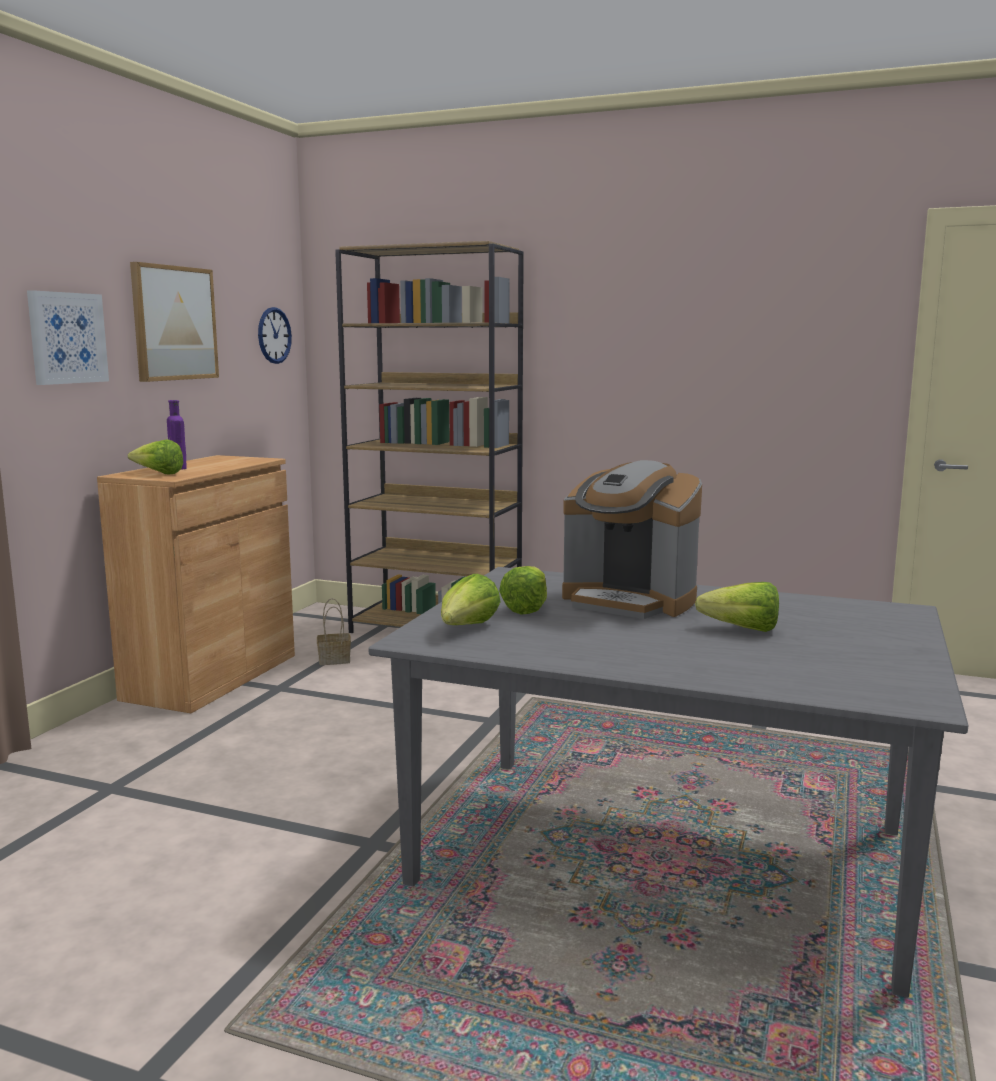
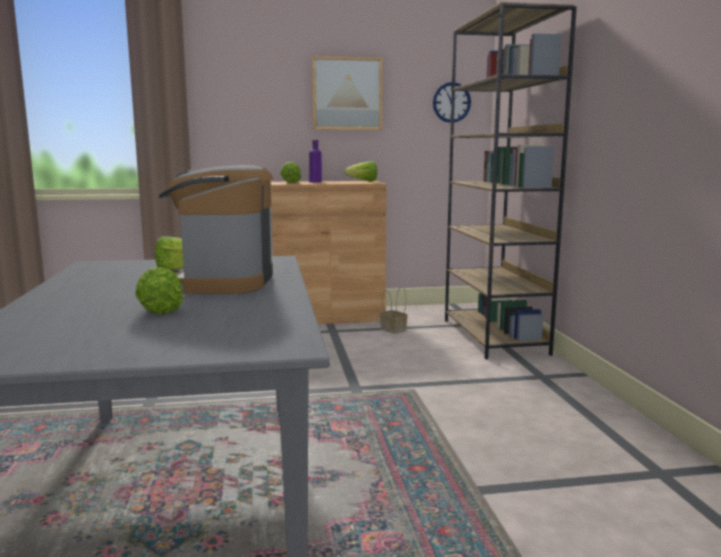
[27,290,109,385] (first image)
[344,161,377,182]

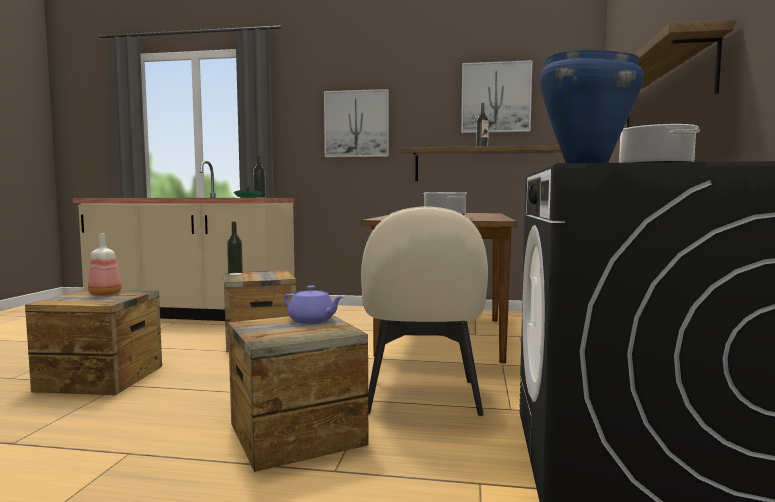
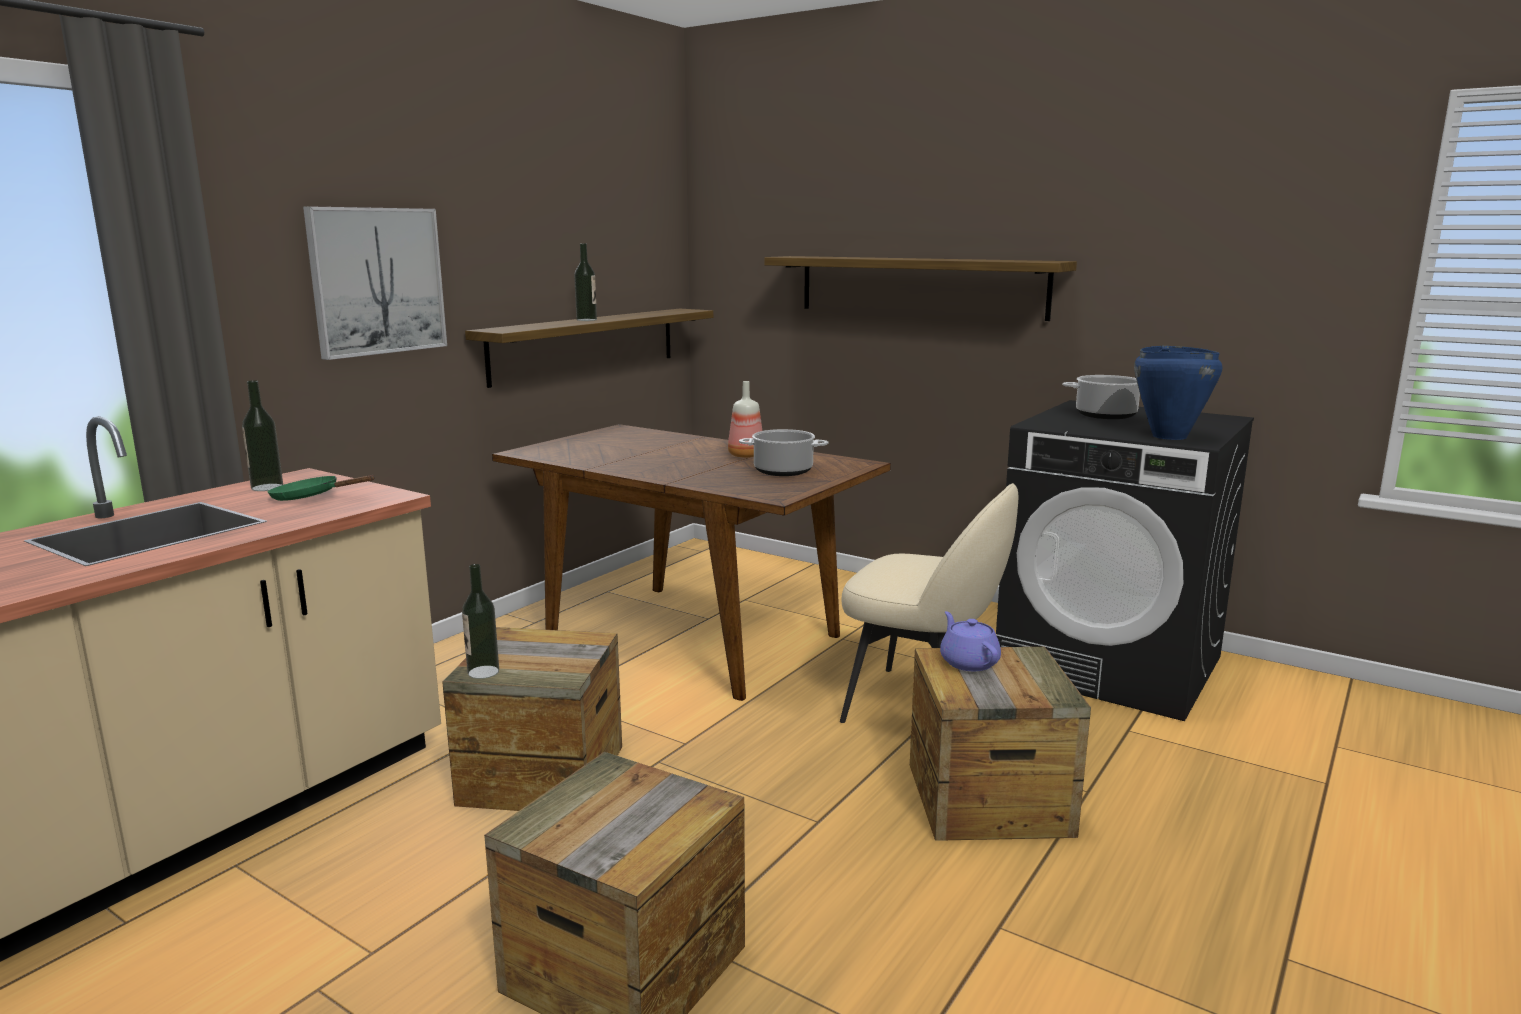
[461,60,532,133] (first image)
[728,381,762,458]
[940,611,1001,671]

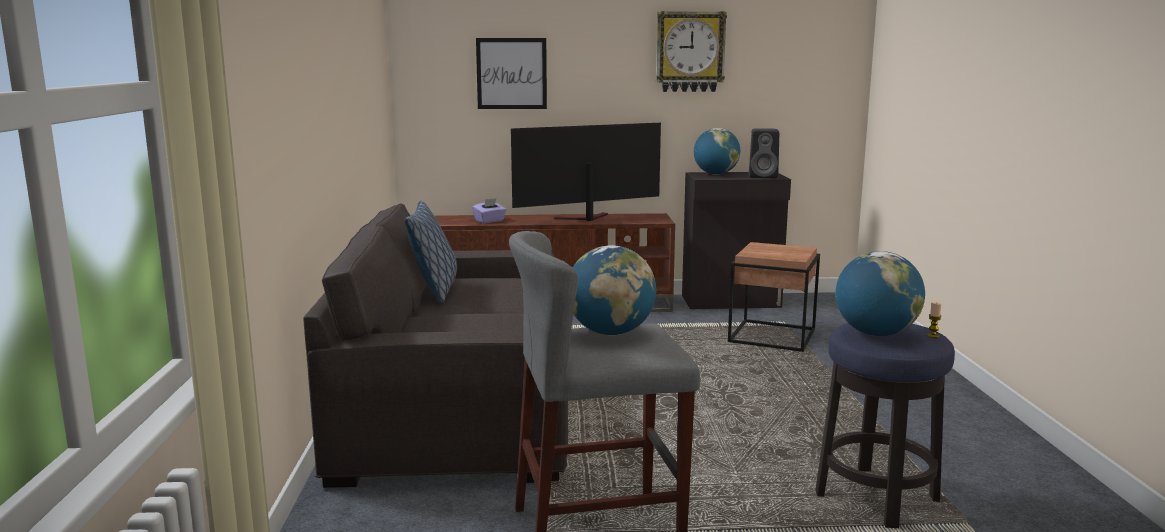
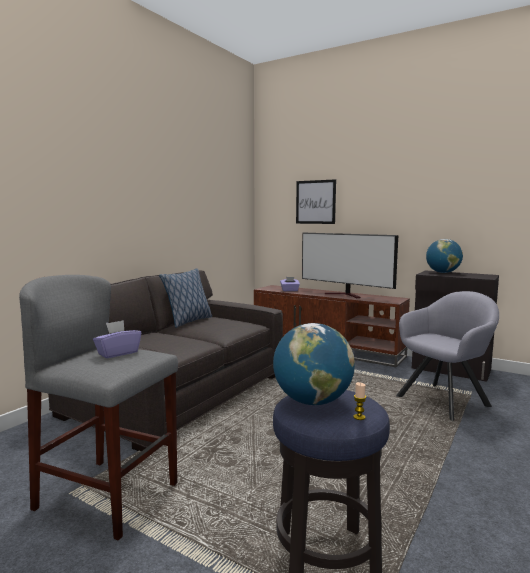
[656,11,727,92] (first image)
[749,128,779,178] (first image)
[93,320,141,358]
[396,291,499,421]
[302,233,398,298]

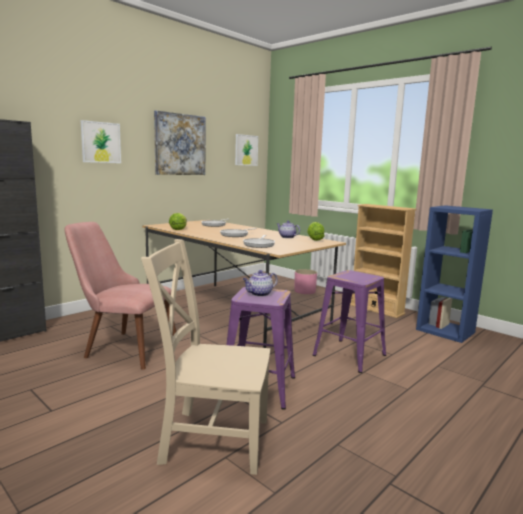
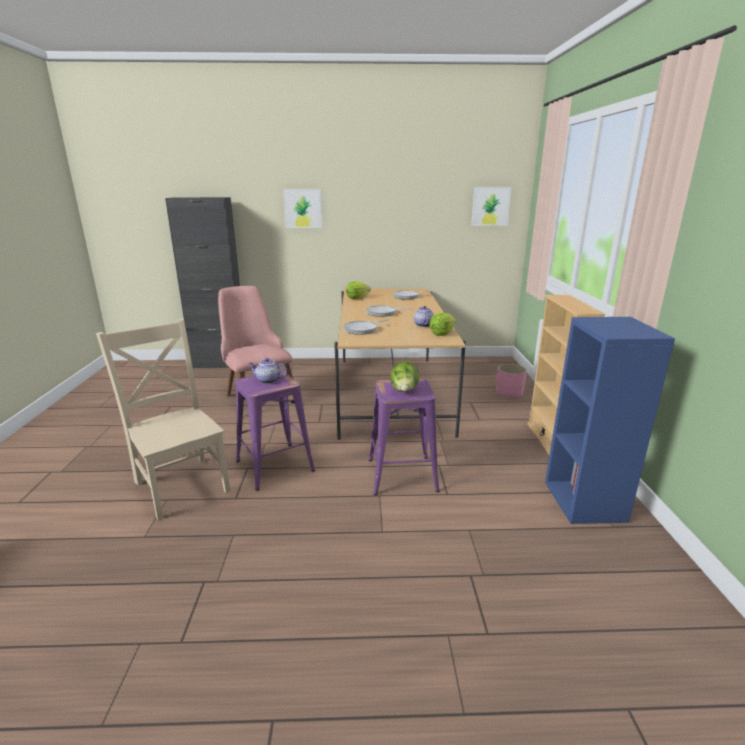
[154,110,206,175] (first image)
[390,361,419,392]

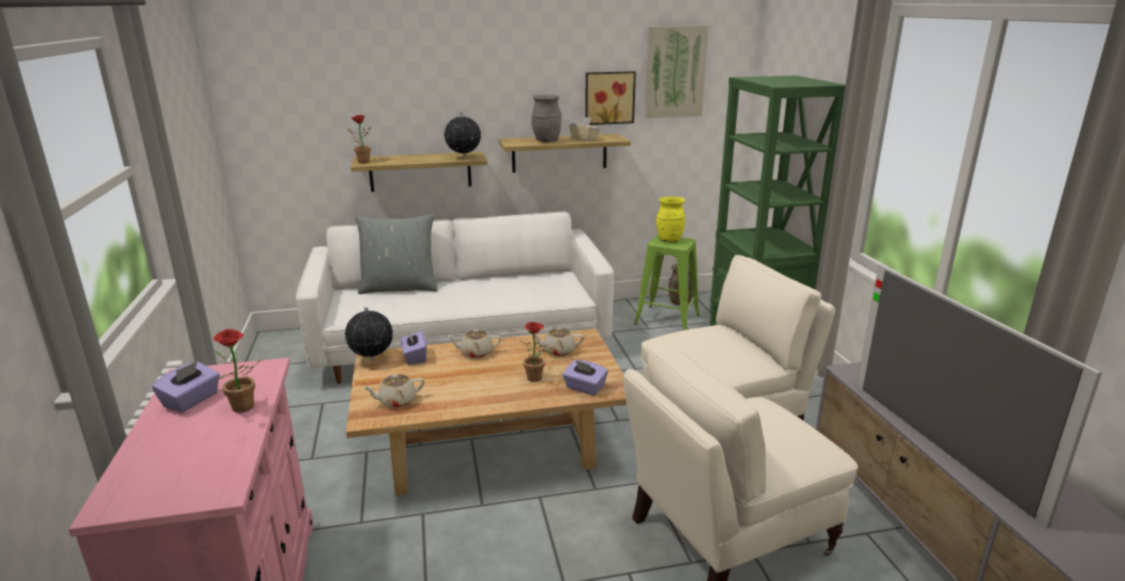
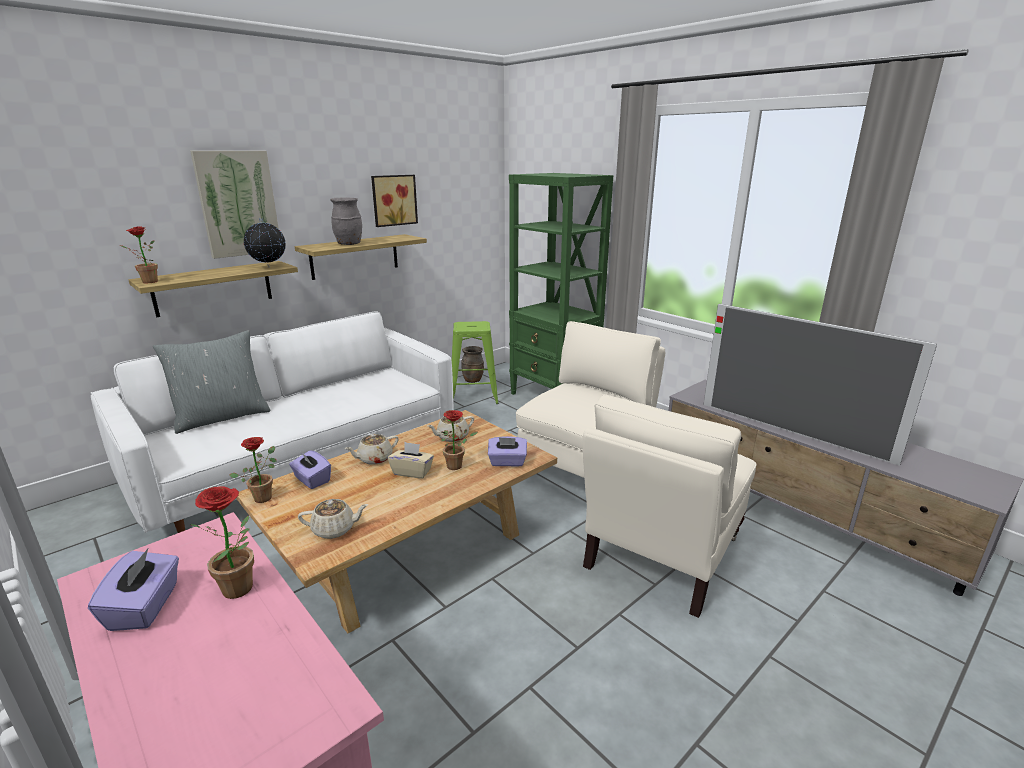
[656,196,685,242] (first image)
[388,442,434,479]
[190,151,279,259]
[229,437,277,503]
[298,499,368,539]

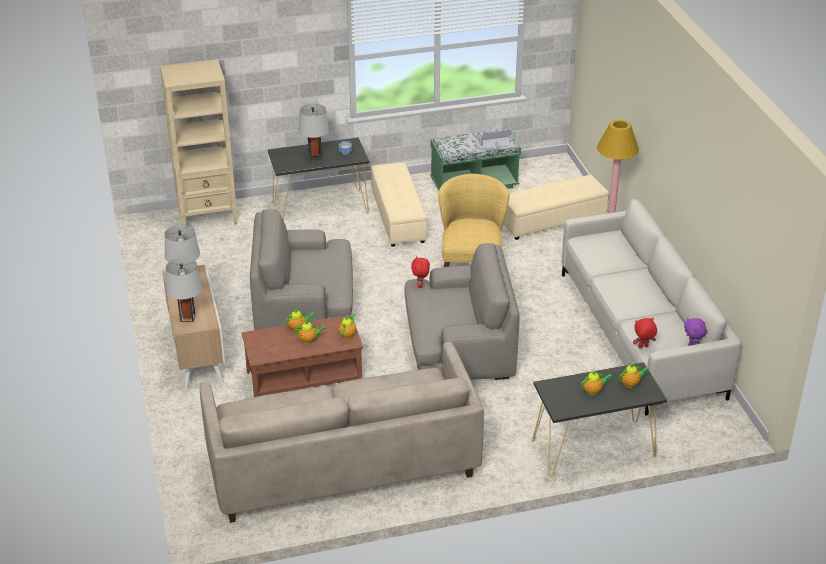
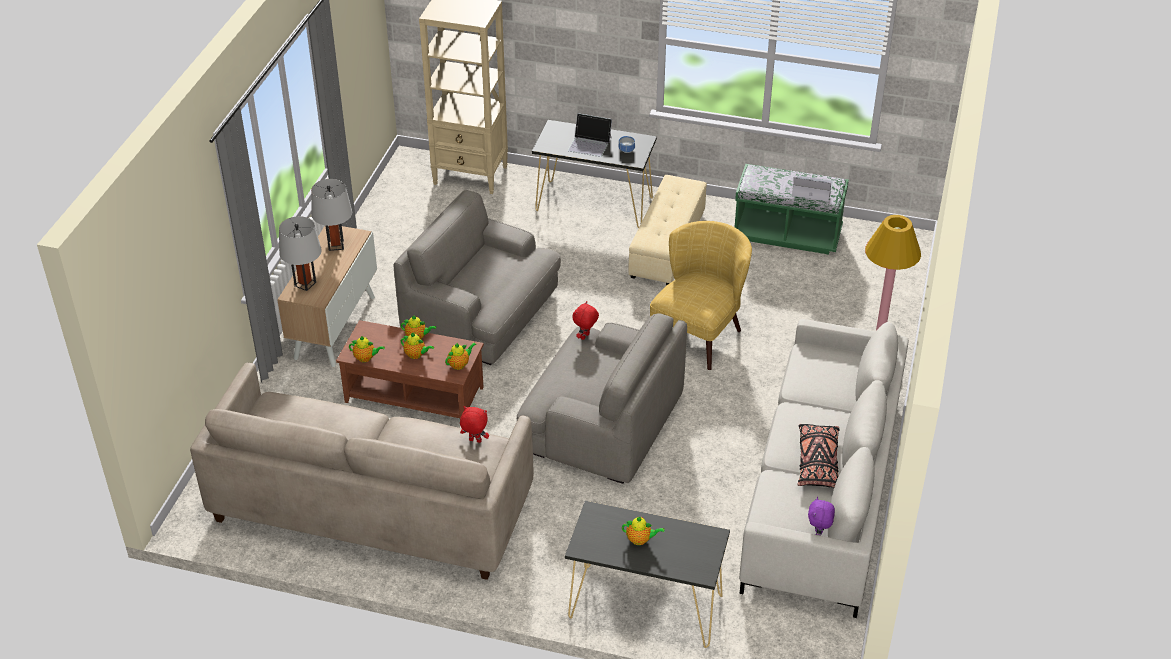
[503,175,609,240] (first image)
[797,424,839,488]
[349,336,385,362]
[460,406,489,443]
[568,113,612,157]

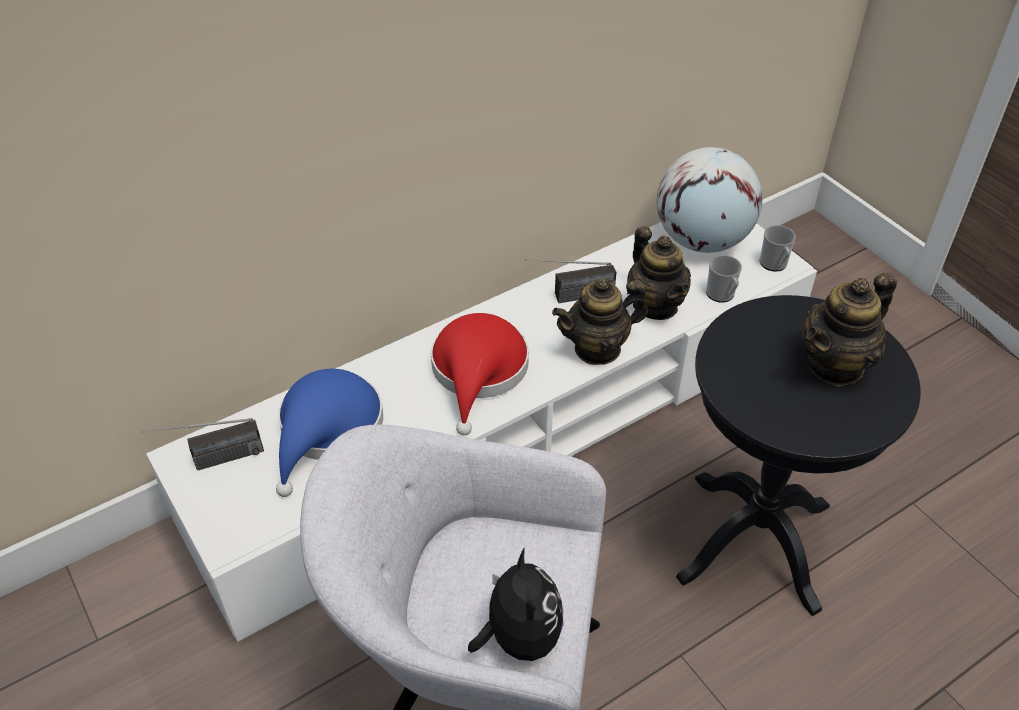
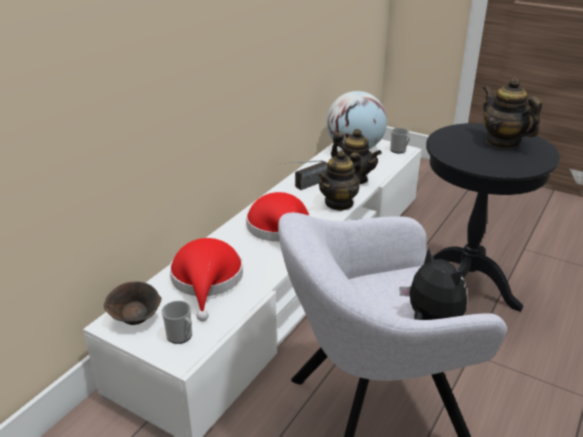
[162,301,192,344]
[104,281,162,325]
[170,238,243,321]
[483,78,542,149]

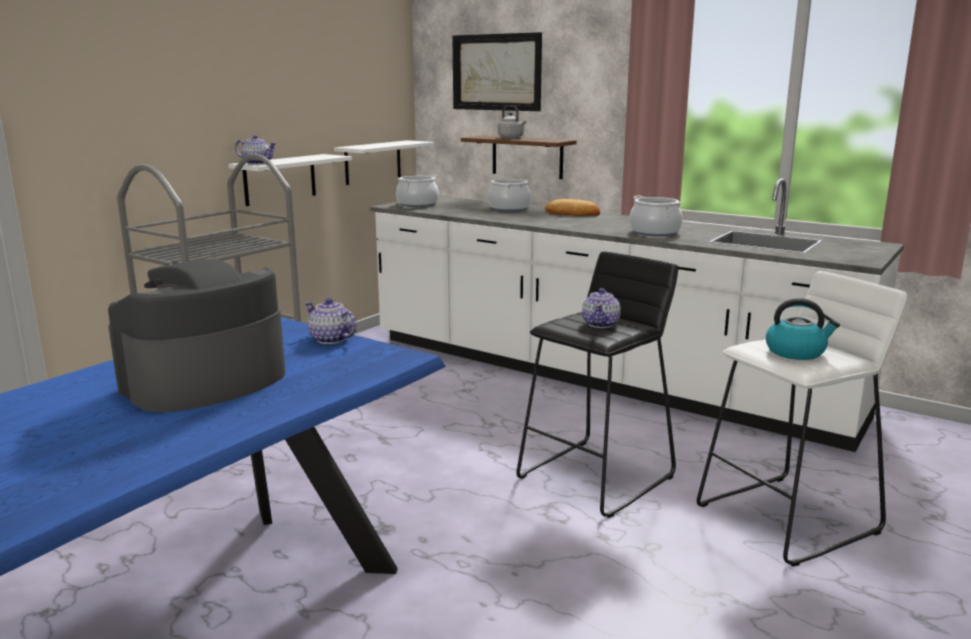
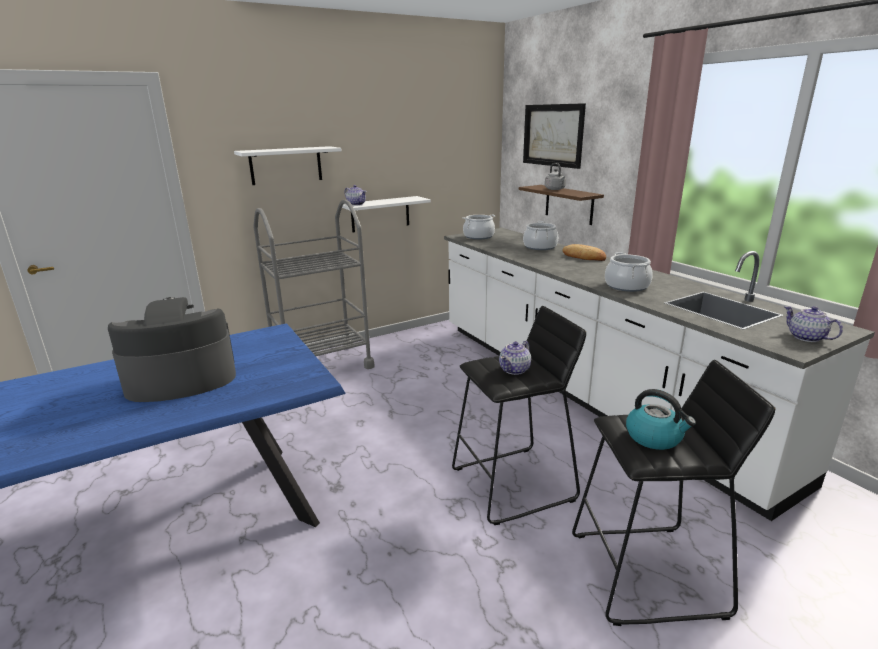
[784,306,843,342]
[234,146,342,185]
[572,360,775,626]

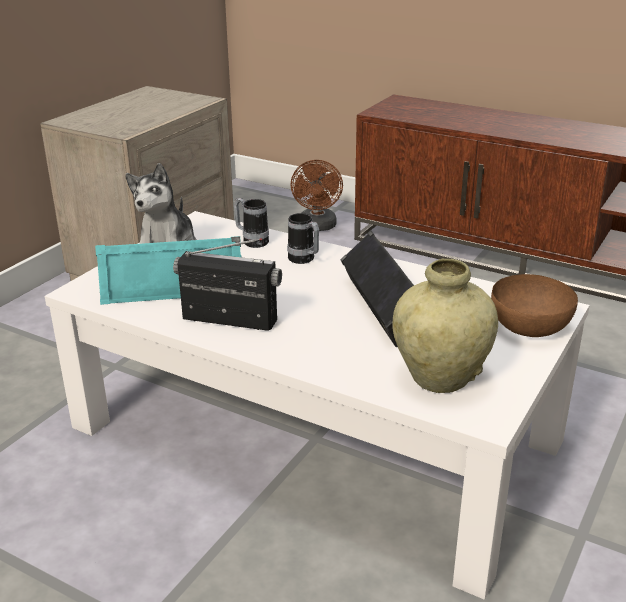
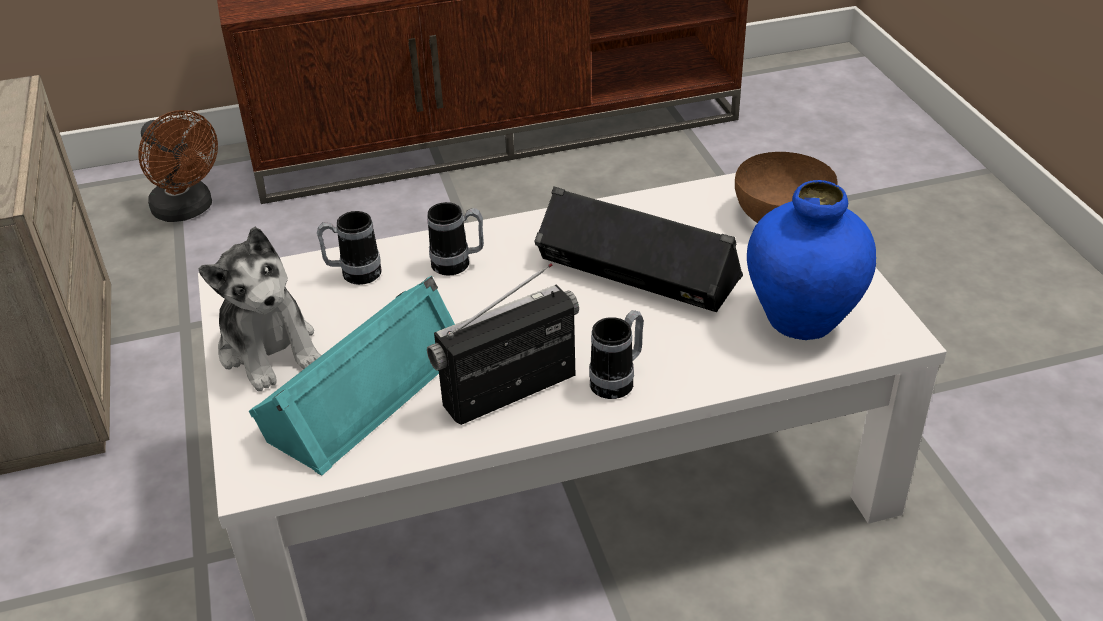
[589,310,644,399]
[747,180,876,340]

